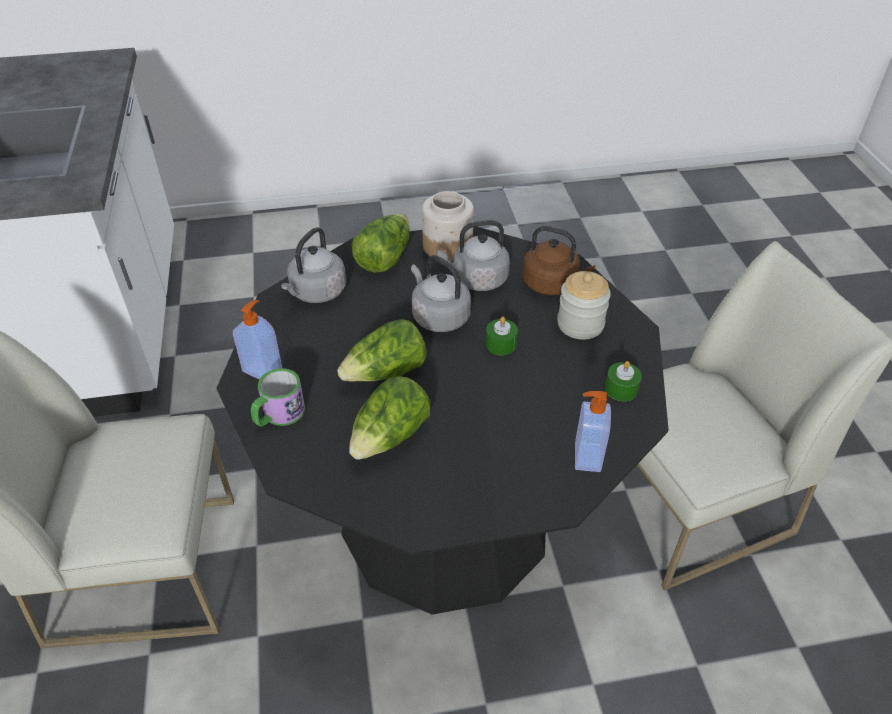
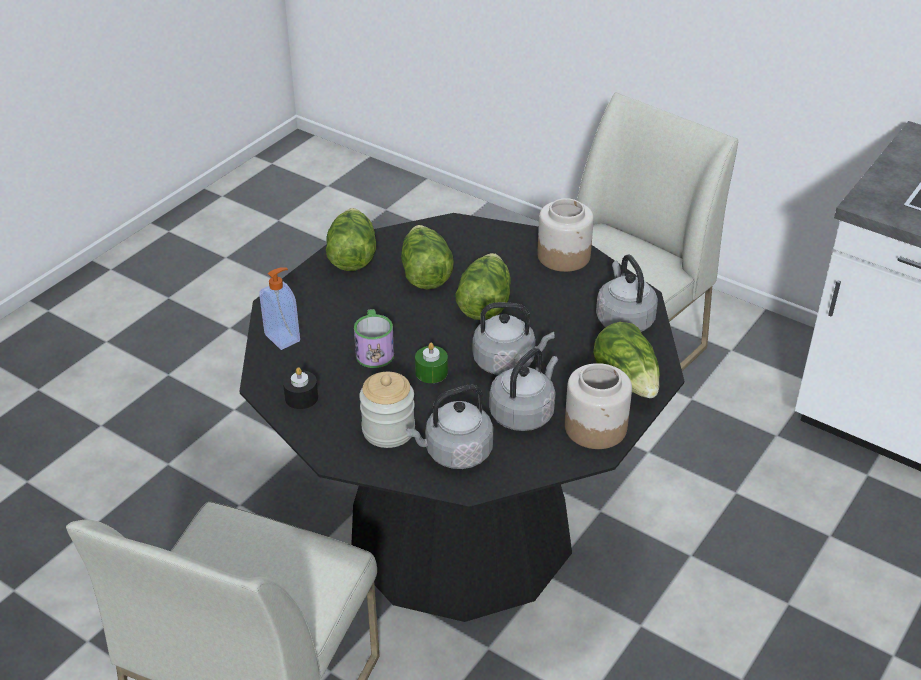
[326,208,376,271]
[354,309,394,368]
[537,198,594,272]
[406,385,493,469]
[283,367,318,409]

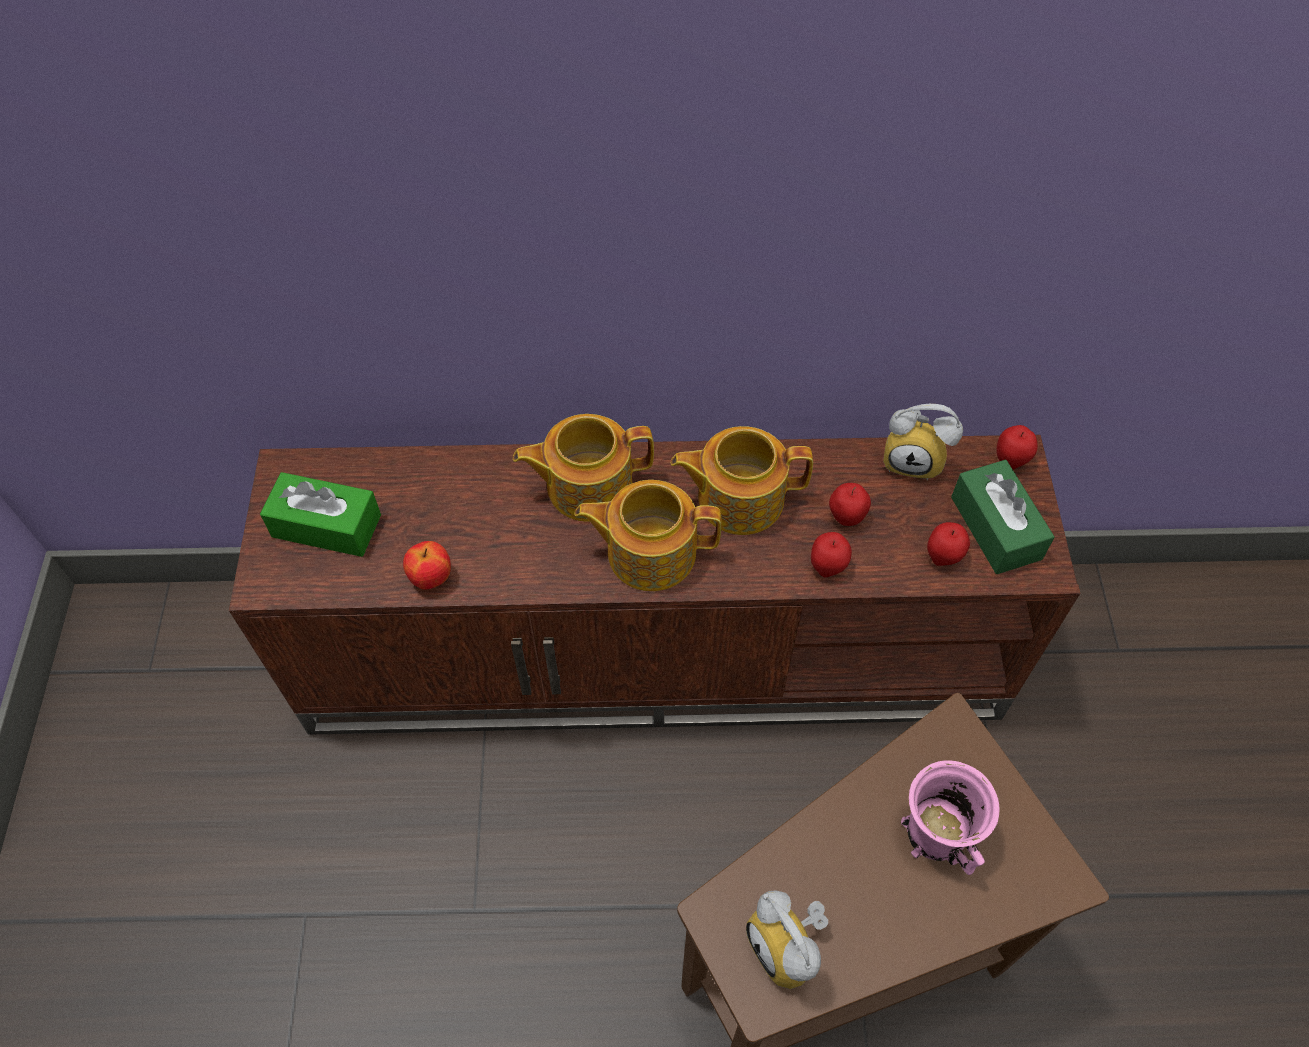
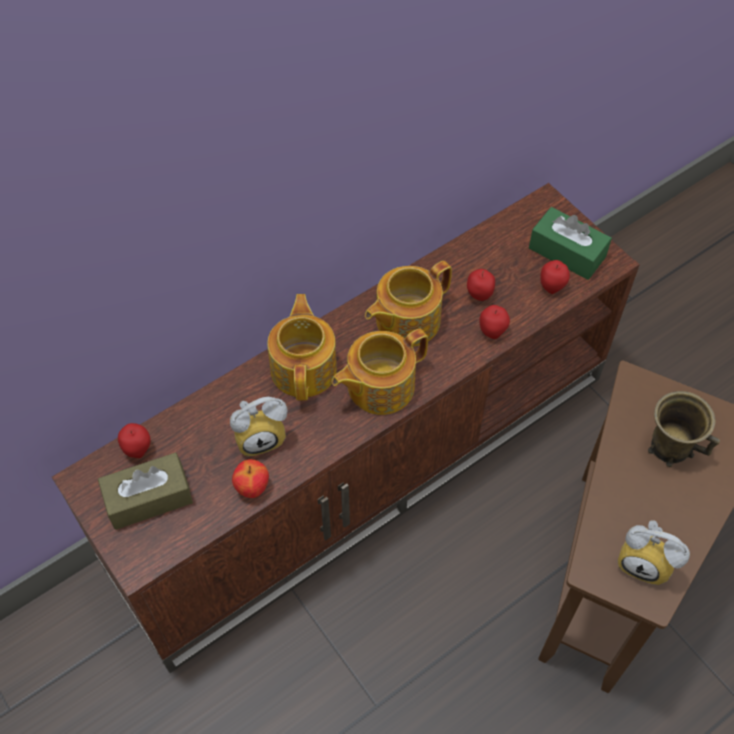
[230,397,288,457]
[118,423,151,458]
[98,452,193,530]
[648,391,720,467]
[267,294,337,400]

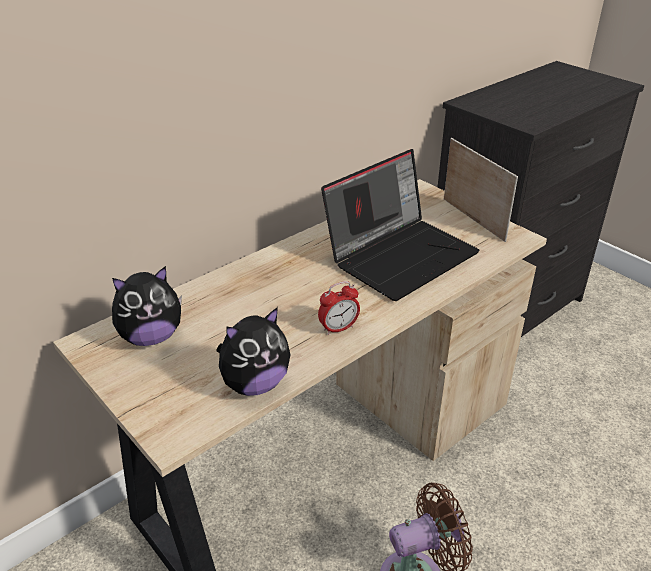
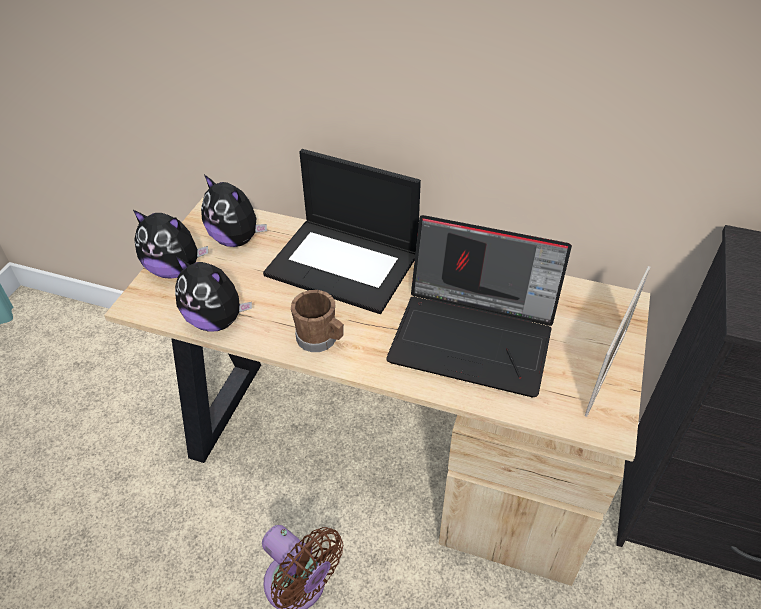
[133,210,208,279]
[263,149,421,314]
[291,290,344,352]

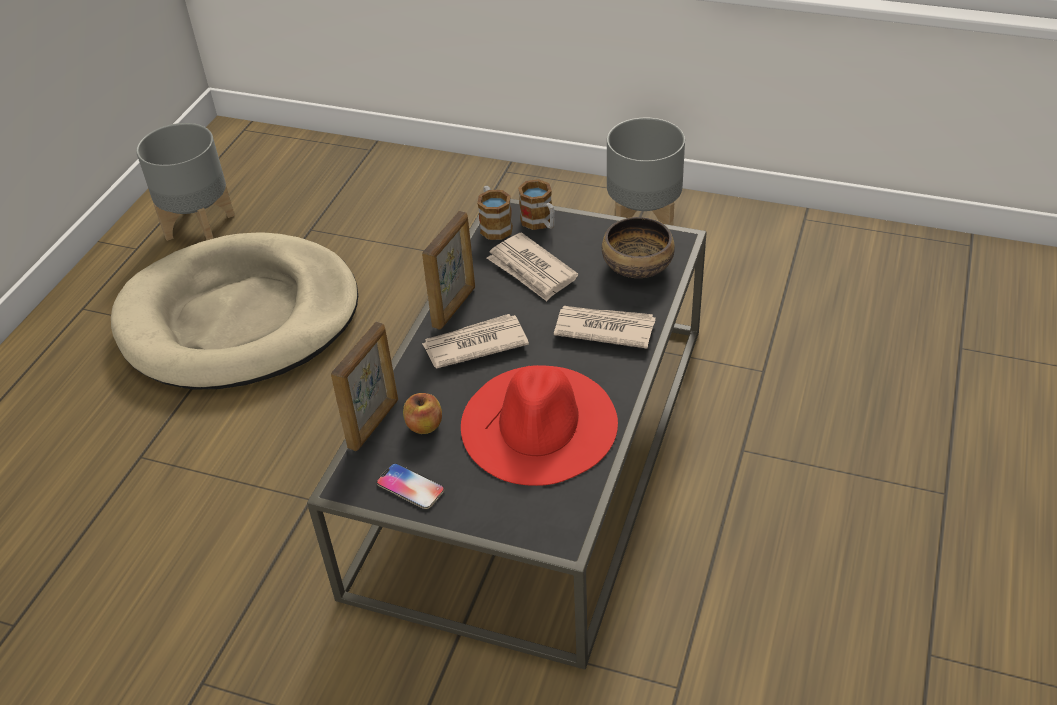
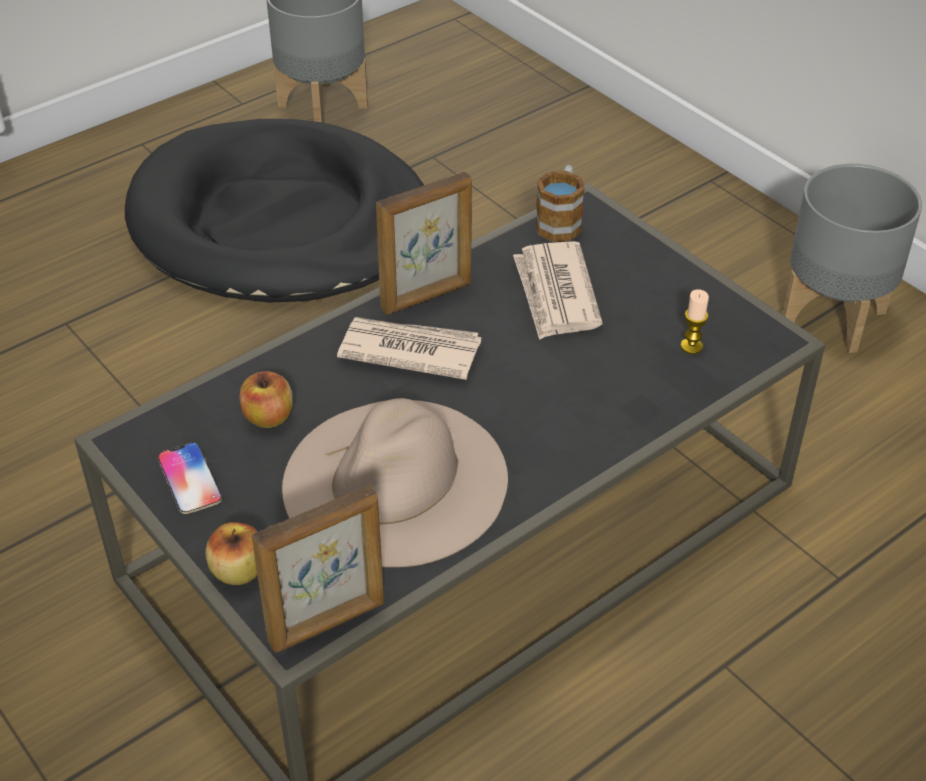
[518,179,555,230] (first image)
[554,306,656,349] (first image)
[205,522,258,585]
[252,485,384,653]
[680,289,709,354]
[125,119,424,303]
[282,398,508,567]

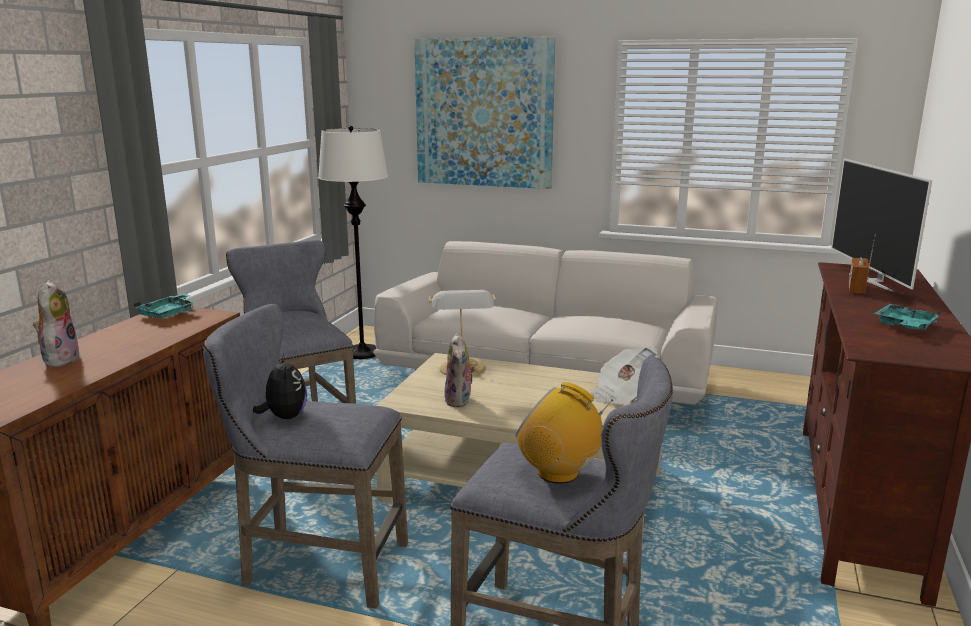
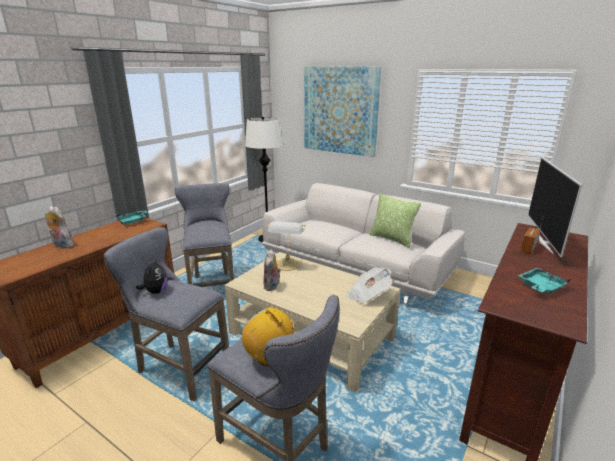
[369,194,421,248]
[45,206,74,248]

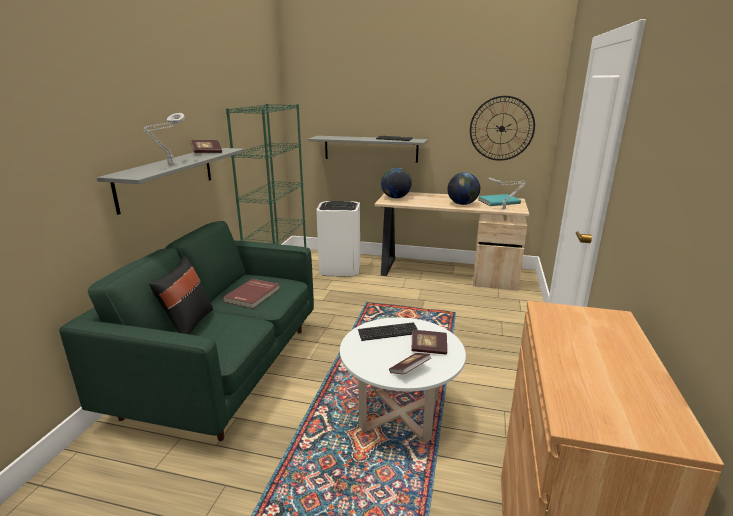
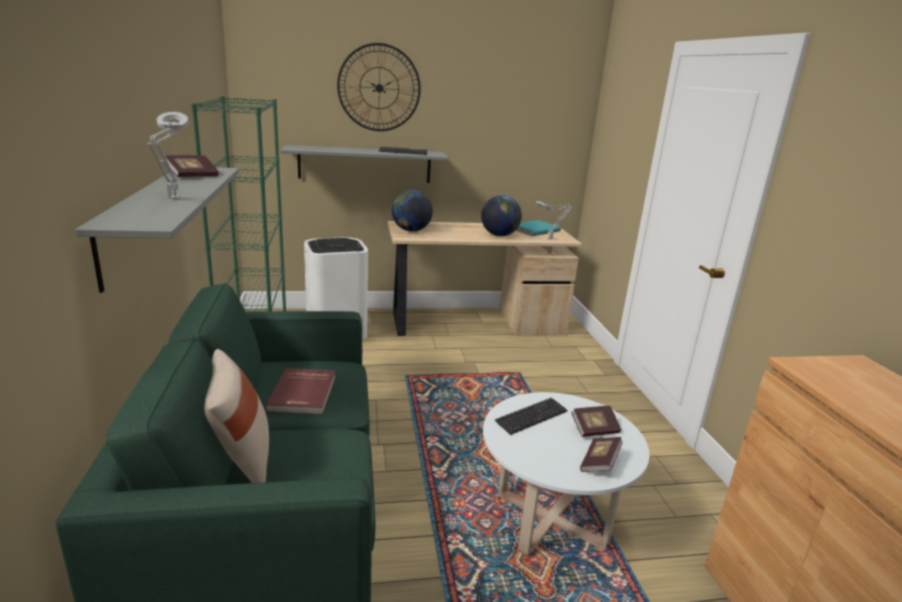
[337,43,421,131]
[204,349,269,483]

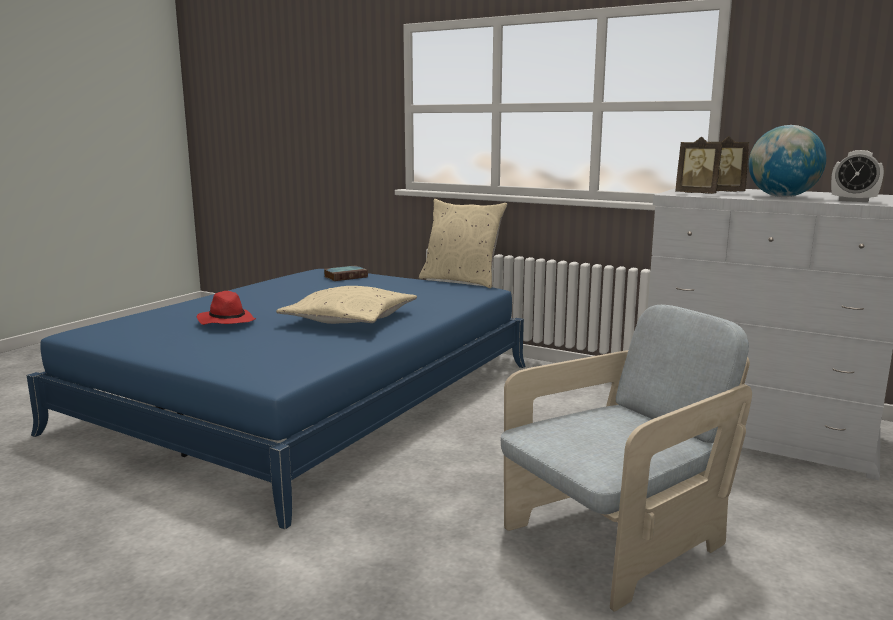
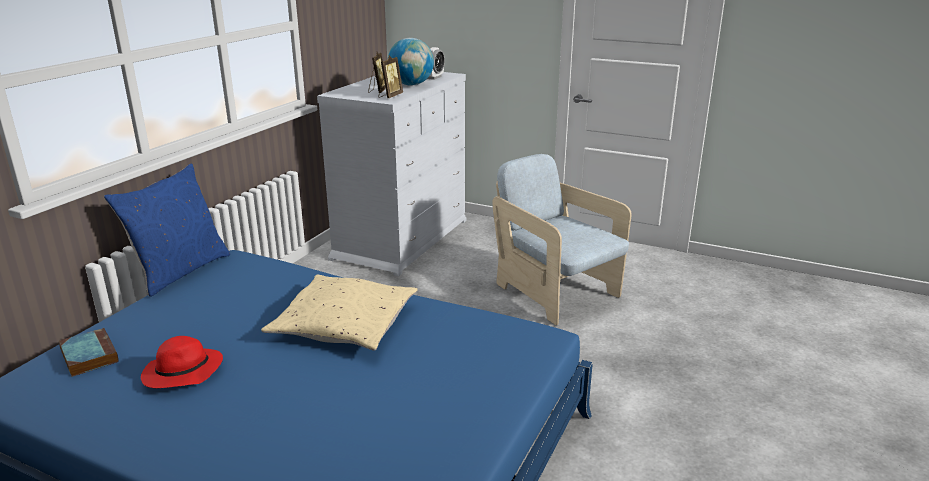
[141,336,223,388]
[104,164,230,297]

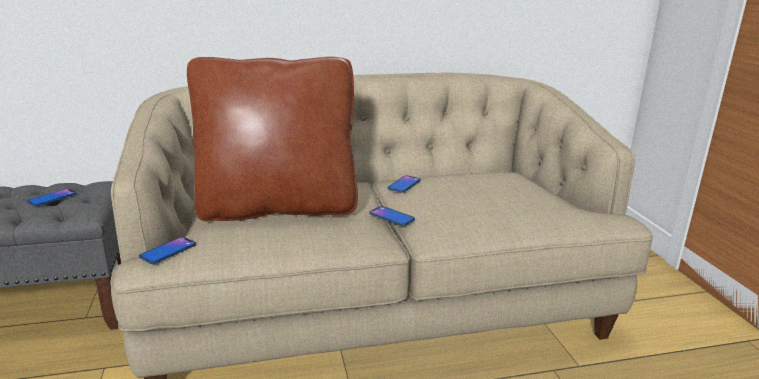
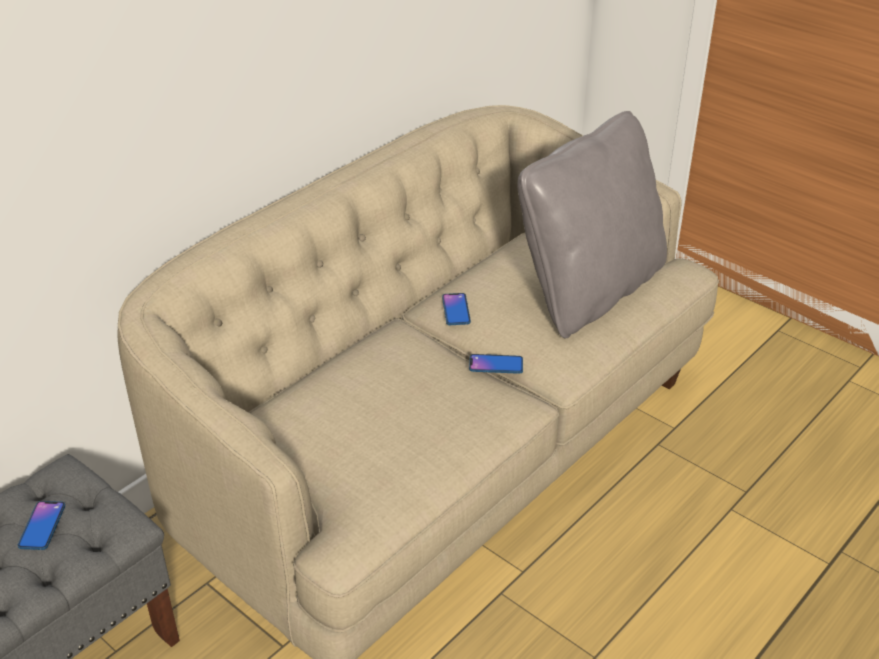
[139,237,196,264] (first image)
[187,57,358,221] (first image)
[518,111,667,338]

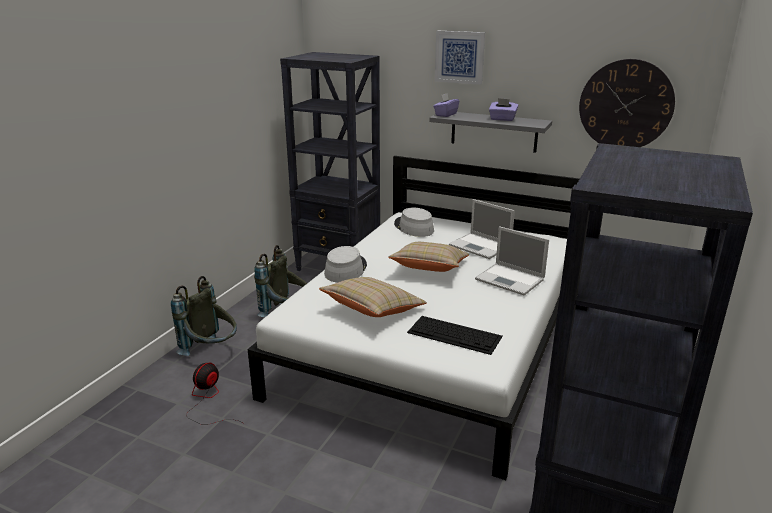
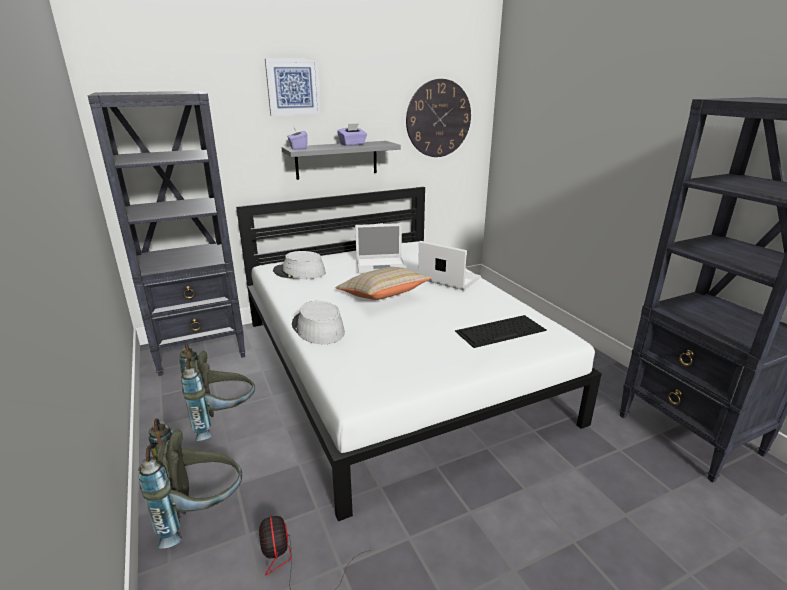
[319,277,427,317] (first image)
[418,241,481,290]

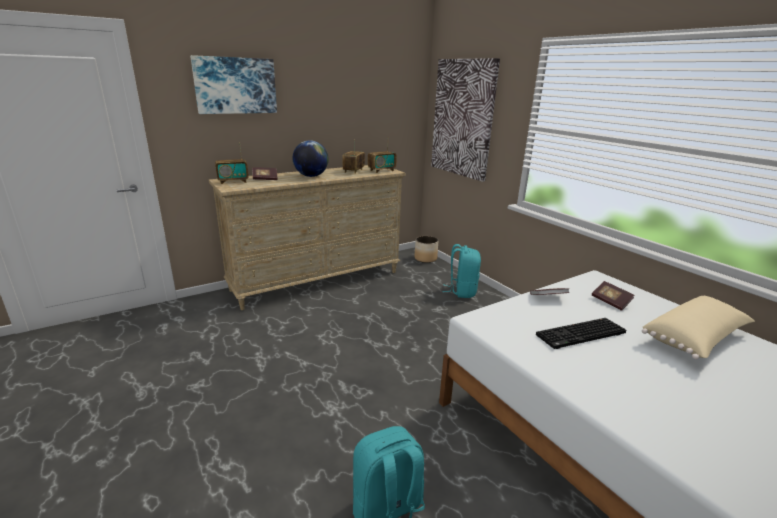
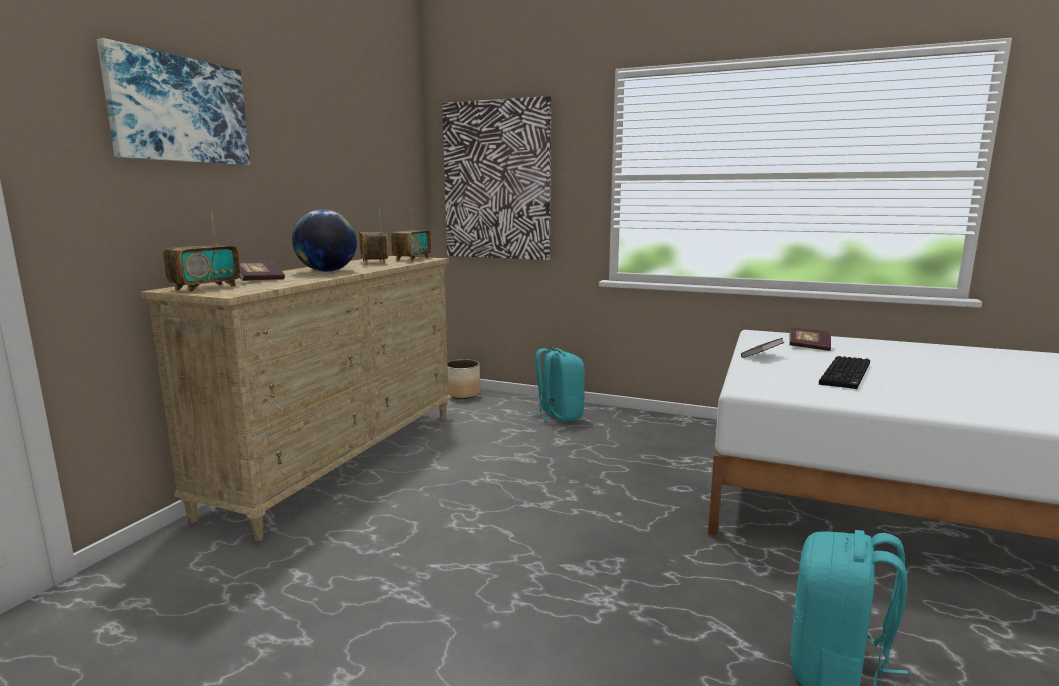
[642,296,755,360] (first image)

